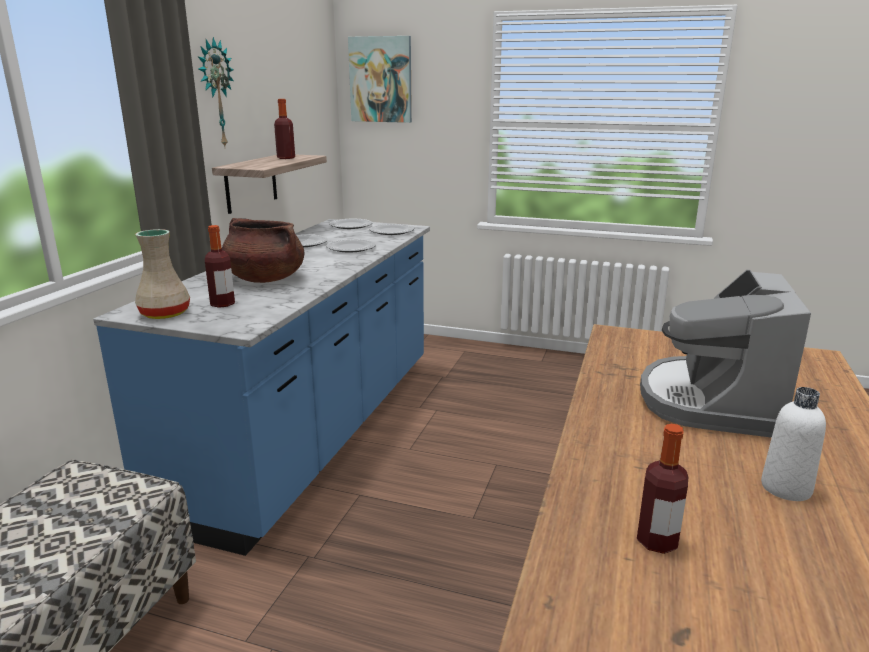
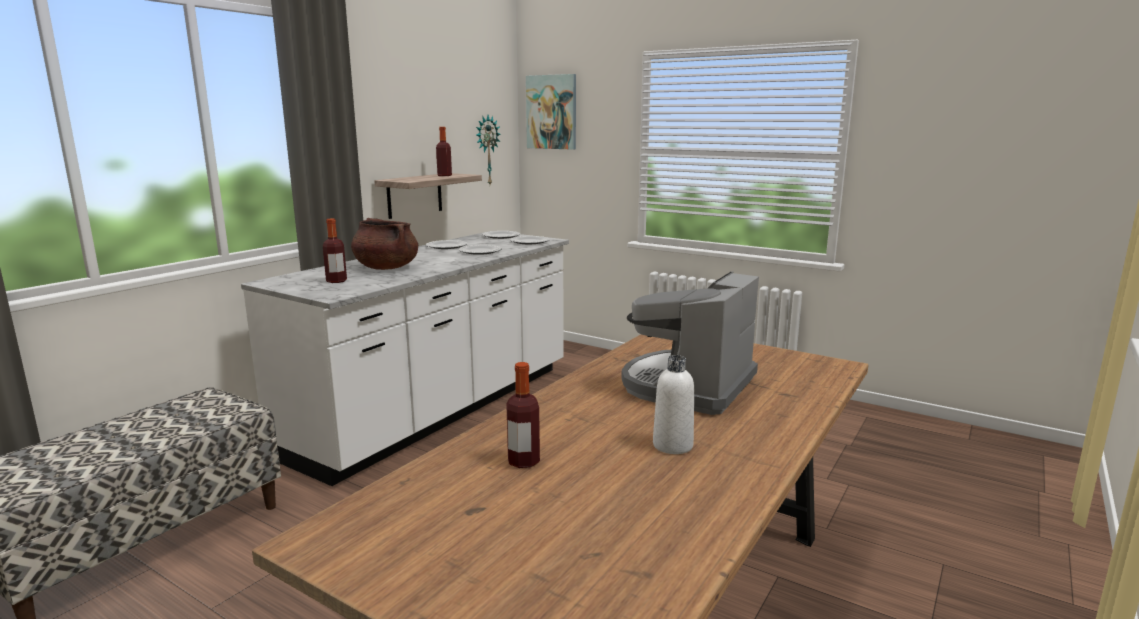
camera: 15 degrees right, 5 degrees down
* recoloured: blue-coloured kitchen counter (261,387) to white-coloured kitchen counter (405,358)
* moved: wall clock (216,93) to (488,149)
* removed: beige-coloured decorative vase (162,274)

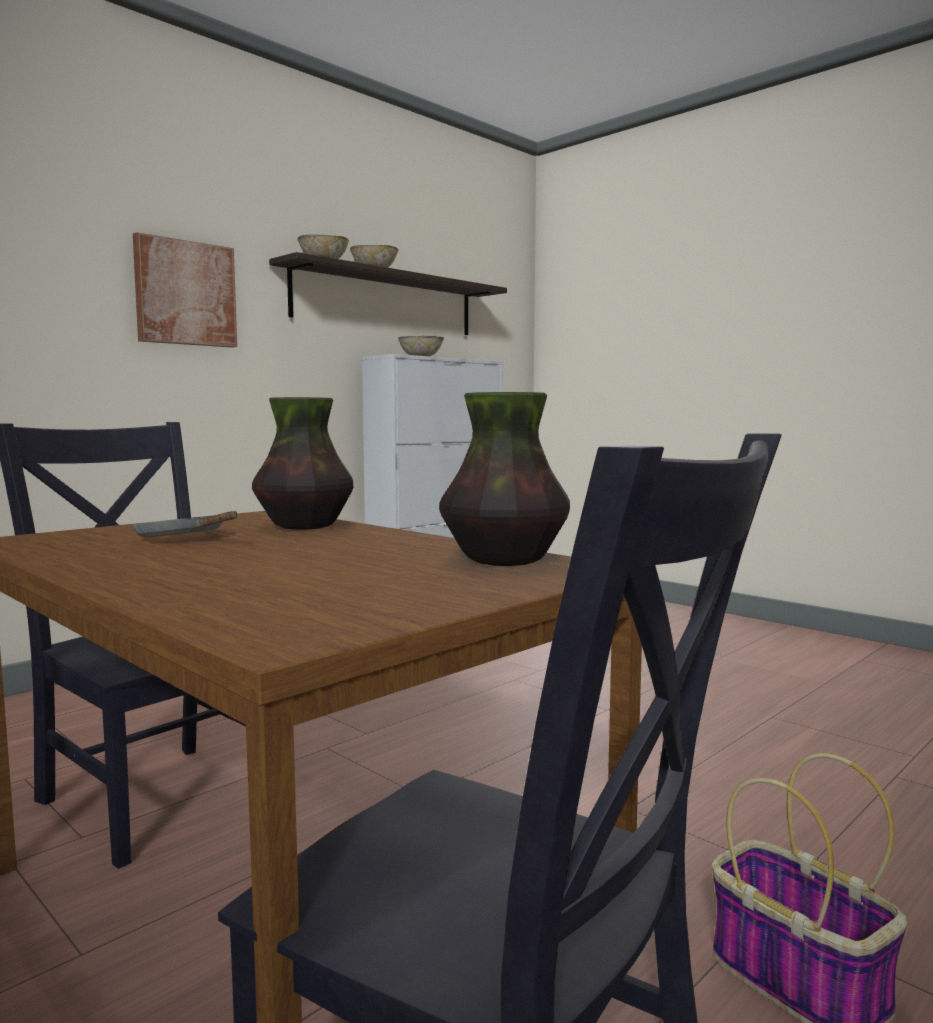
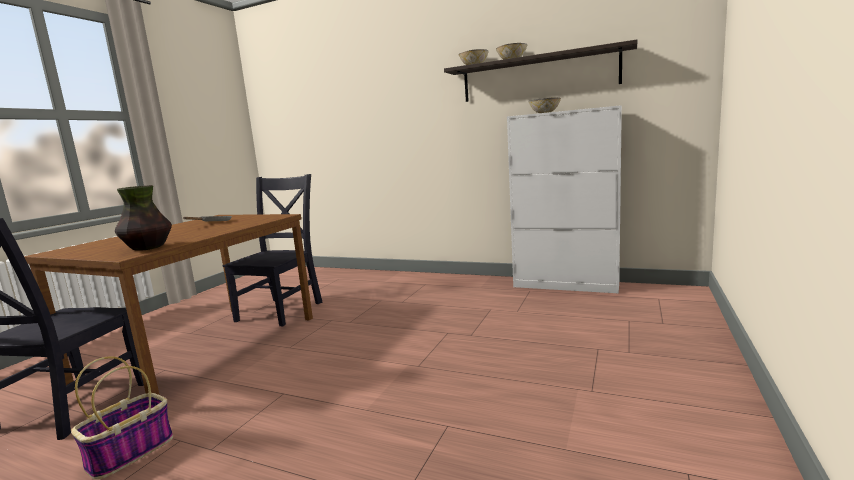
camera: 70 degrees right, 5 degrees up
* removed: wall art (185,290)
* removed: decorative vase (302,463)

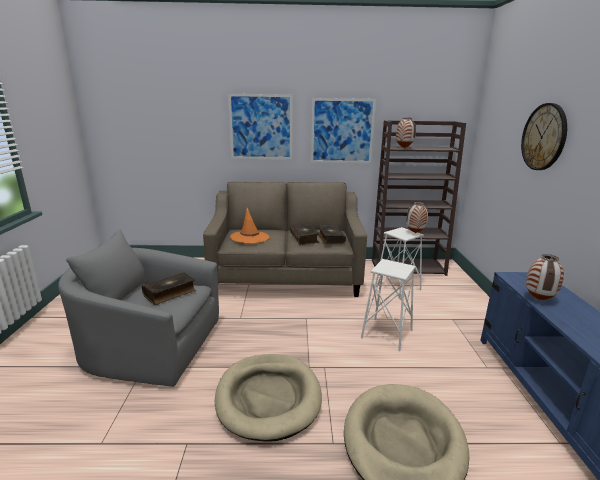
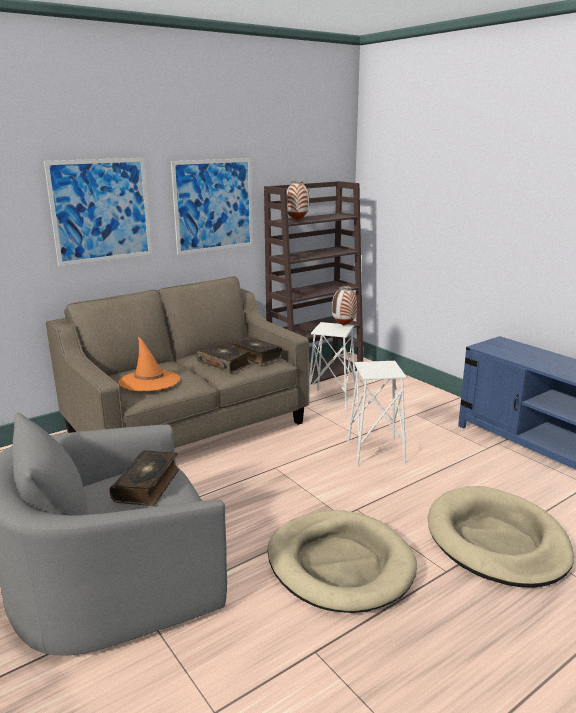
camera: 35 degrees left, 0 degrees up
* removed: wall clock (544,136)
* removed: decorative vase (545,277)

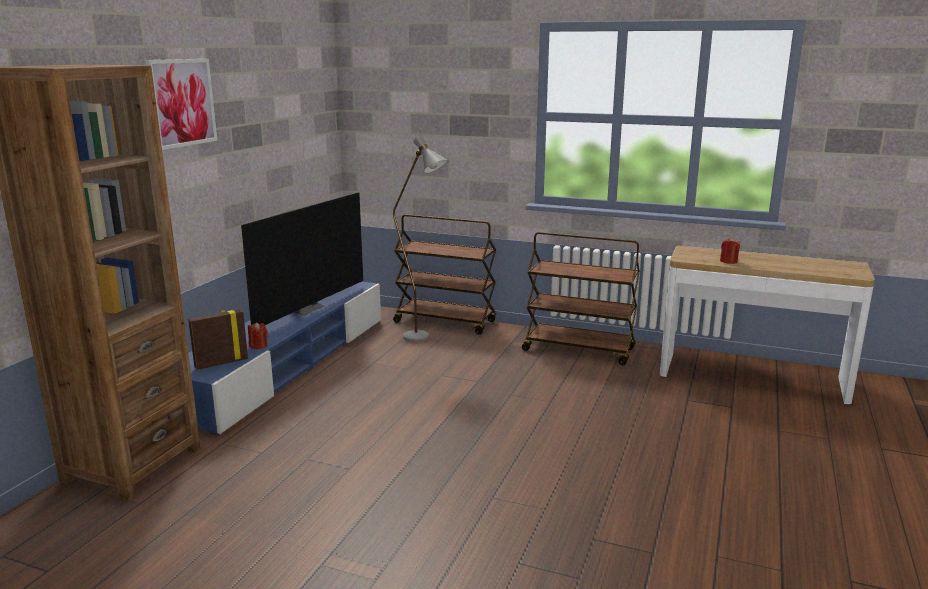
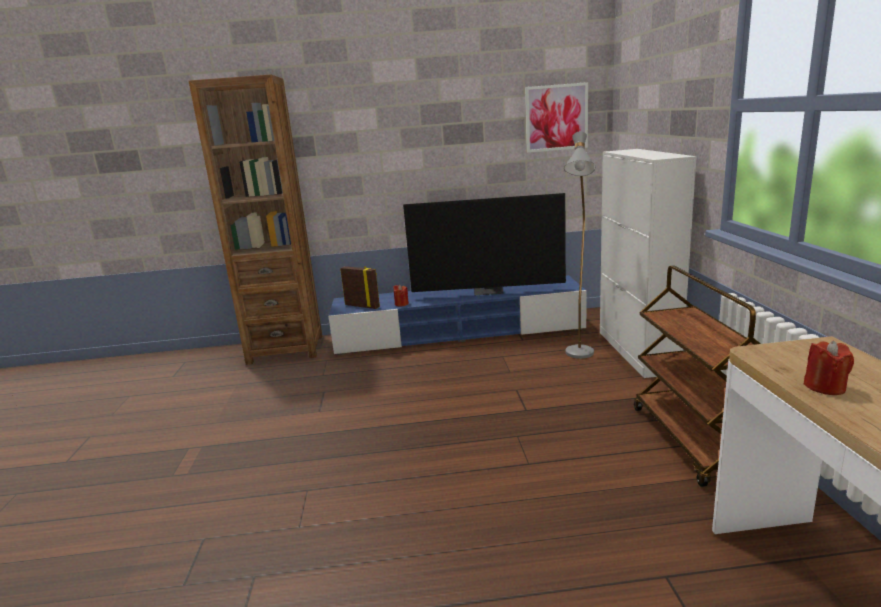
camera: 65 degrees right, 0 degrees up
* moved: wall art (181,104) to (556,117)
* replaced: brown wheeled cart (444,274) to white-coloured cabinet (648,263)

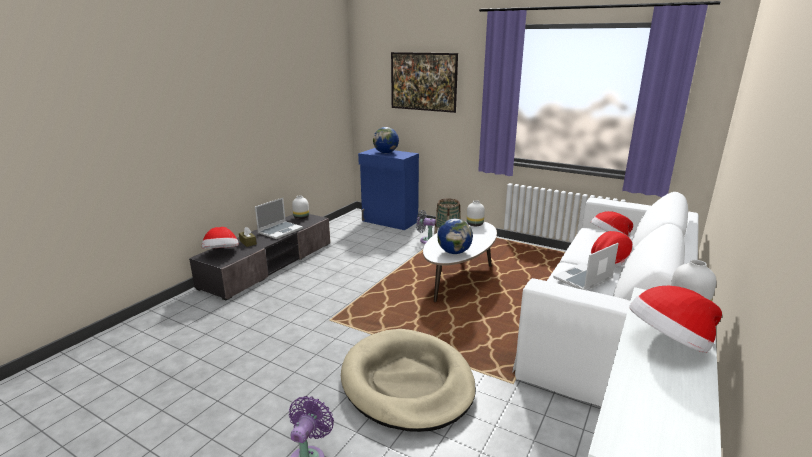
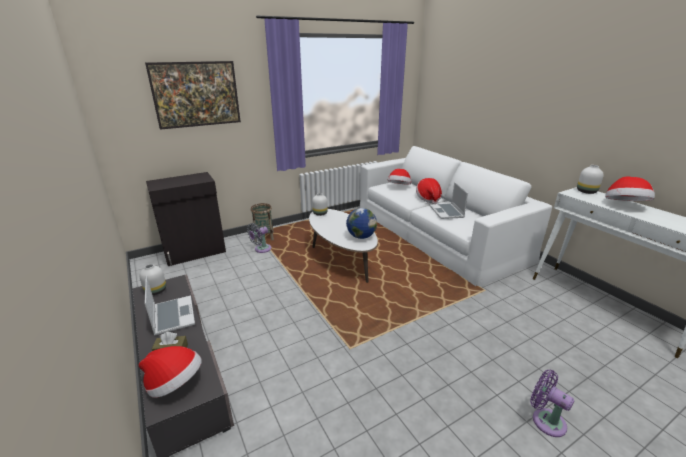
camera: 60 degrees left, 5 degrees up
* recoloured: blue-coloured cabinet (388,189) to black cabinet (186,219)
* removed: beige-coloured pet bed (408,380)
* removed: world globe (386,140)

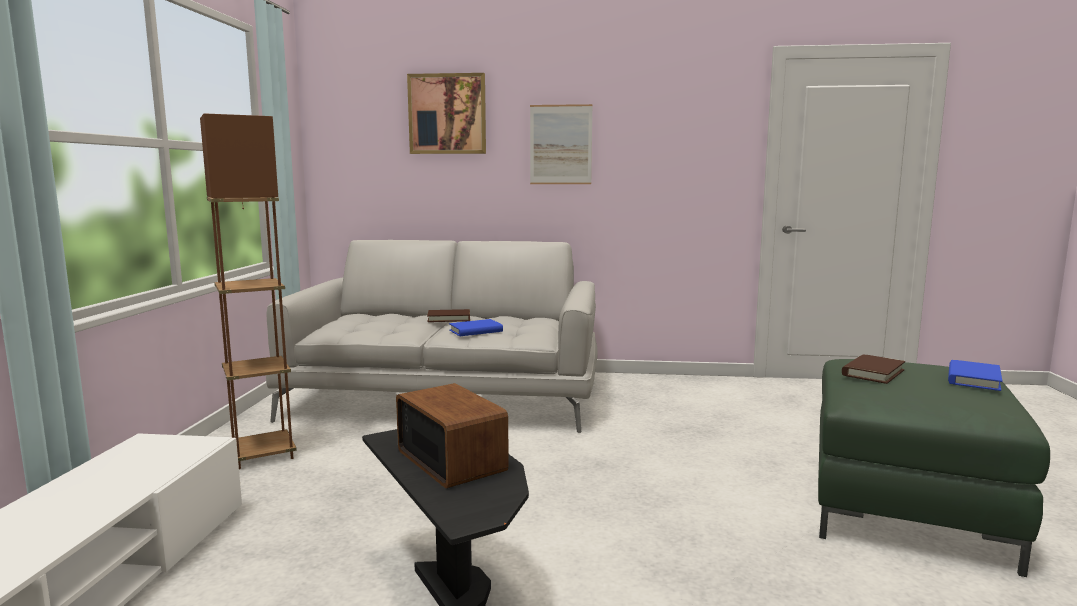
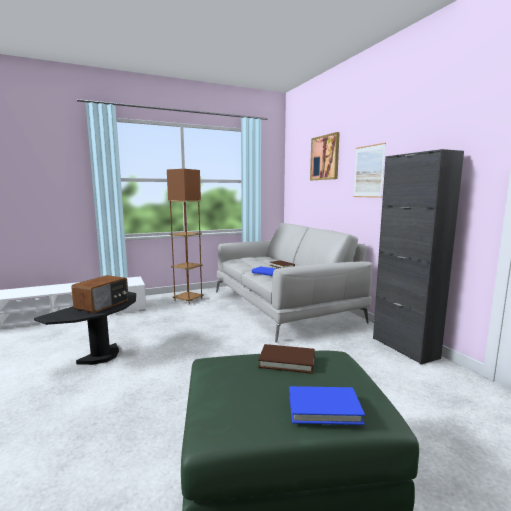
camera: 60 degrees right, 0 degrees up
* added: black cabinet (418,257)

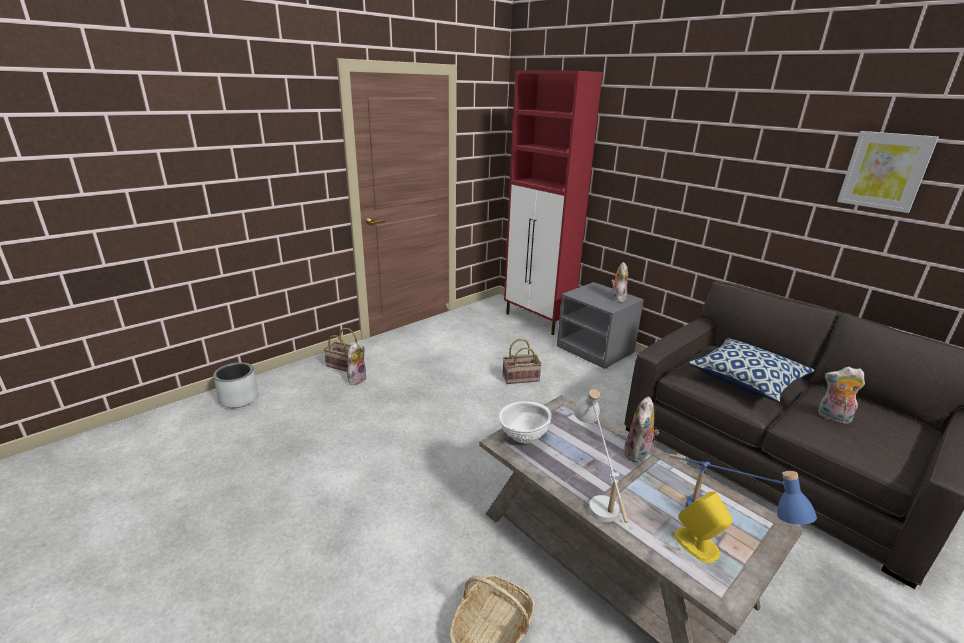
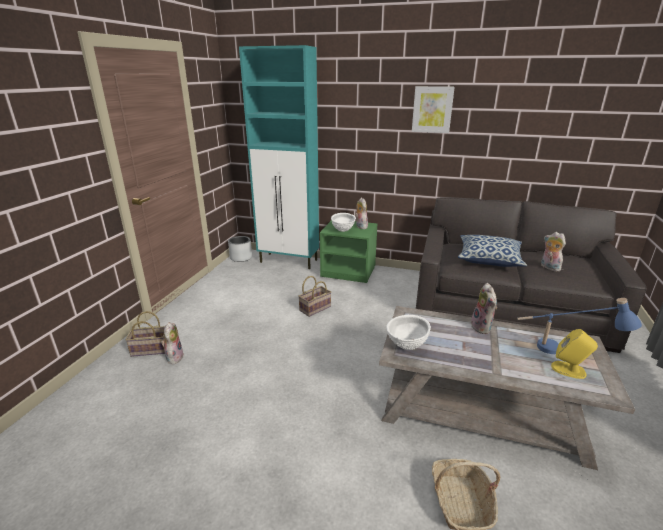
camera: 30 degrees left, 0 degrees up
* moved: grey flower pot (236,385) to (240,249)
* recoloured: red-coloured cabinet (553,202) to turquoise-coloured cabinet (279,157)
* recoloured: grey night table (600,325) to green-coloured night table (349,251)
* added: white-coloured bowl (343,222)
* moved: wall art (888,172) to (433,109)
* turned: cuddly toy (841,395) = (553,251) 60 degrees clockwise
* removed: white-coloured table lamp (600,456)

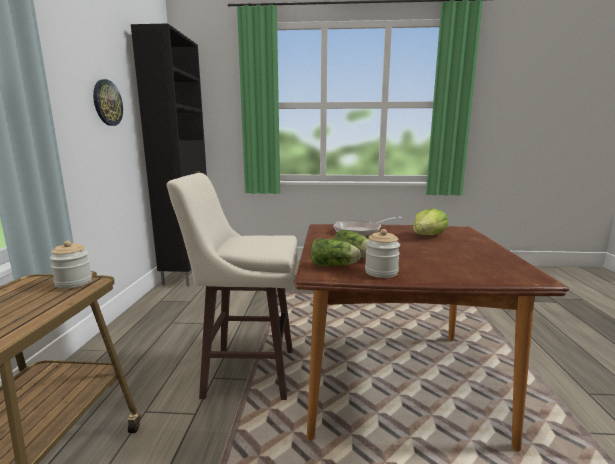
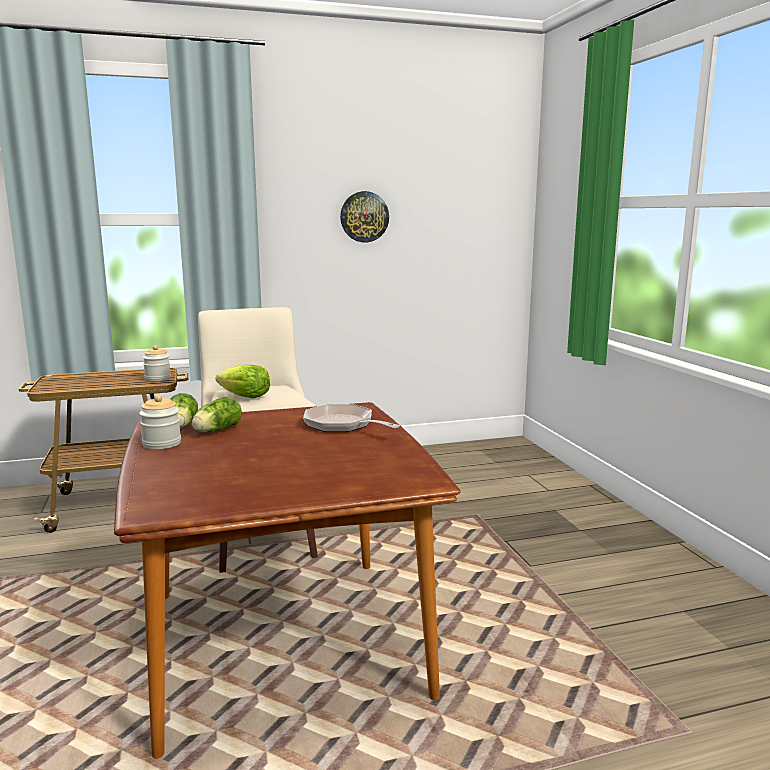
camera: 70 degrees right, 0 degrees up
* moved: lettuce (430,221) to (243,381)
* removed: black cabinet (169,155)

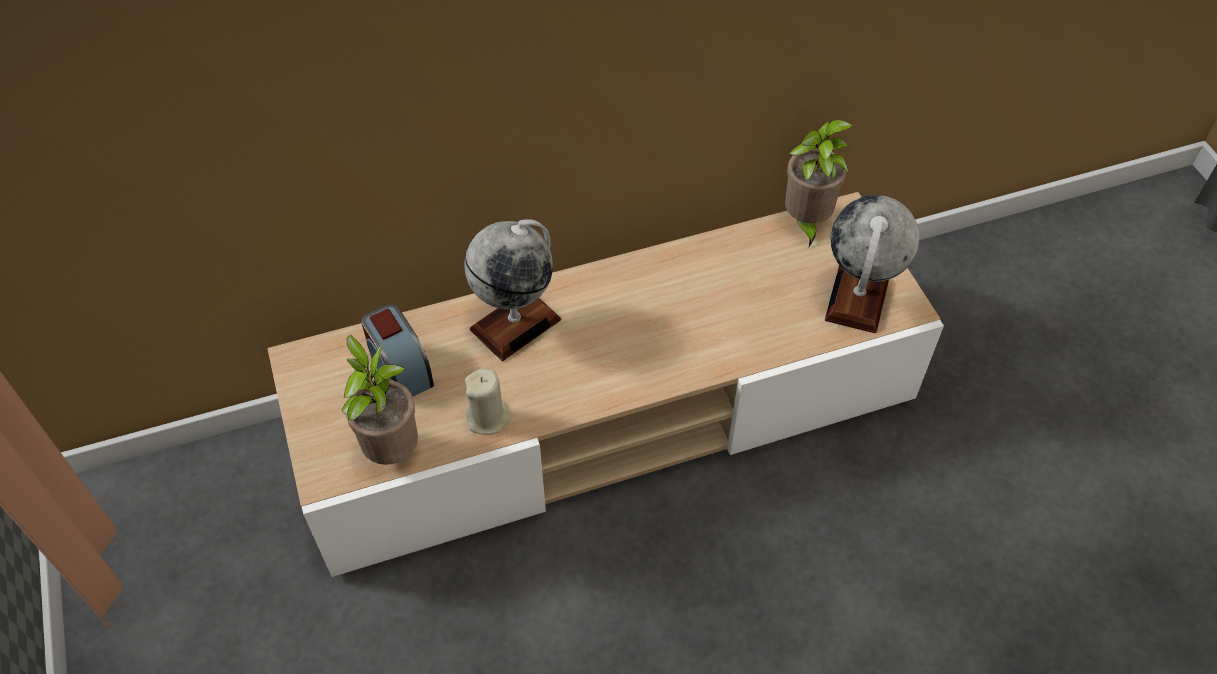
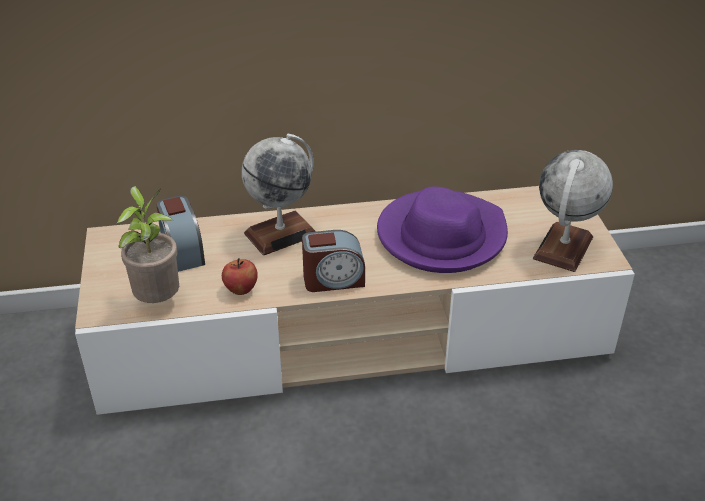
camera: 10 degrees right, 15 degrees down
* replaced: beige-coloured wax candle (487,402) to apple (240,276)
* added: alarm clock (333,261)
* added: purple-coloured clothing hat (442,230)
* removed: houseplant (819,183)

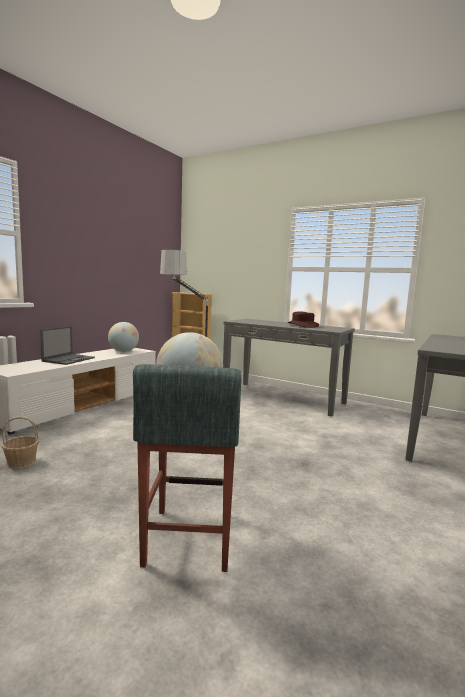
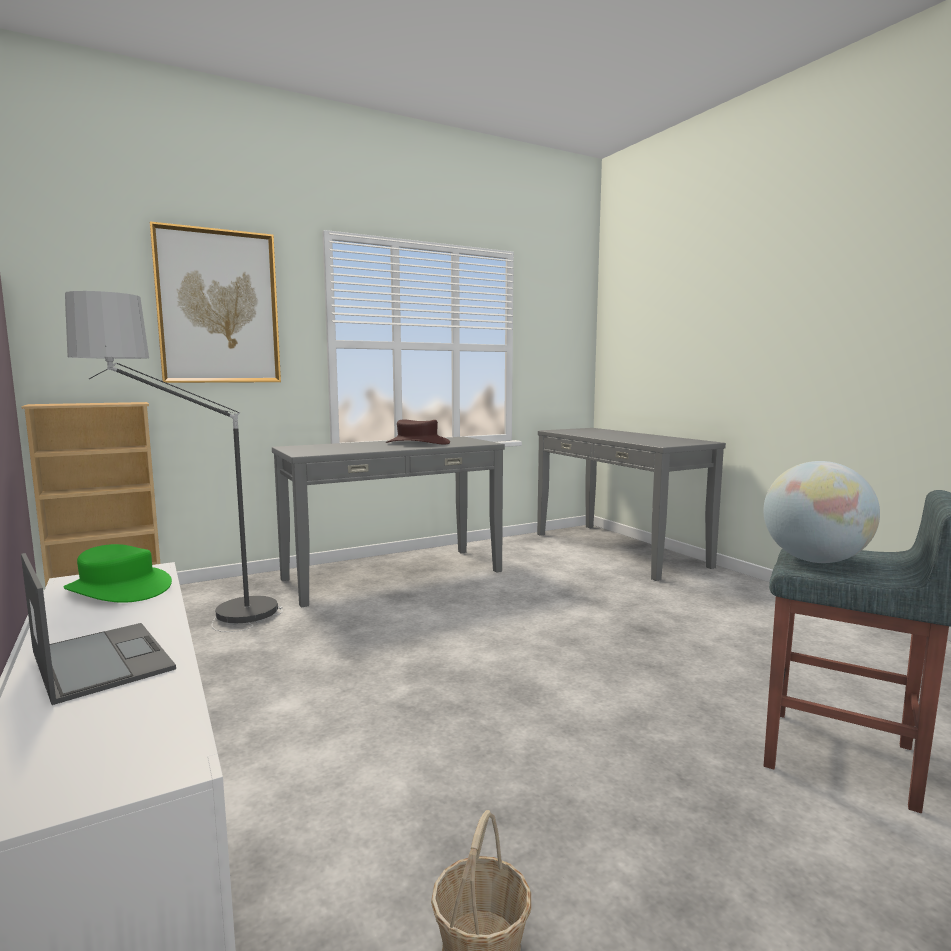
camera: 60 degrees left, 0 degrees up
* replaced: world globe (123,337) to green-coloured clothing hat (117,573)
* added: wall art (215,302)

